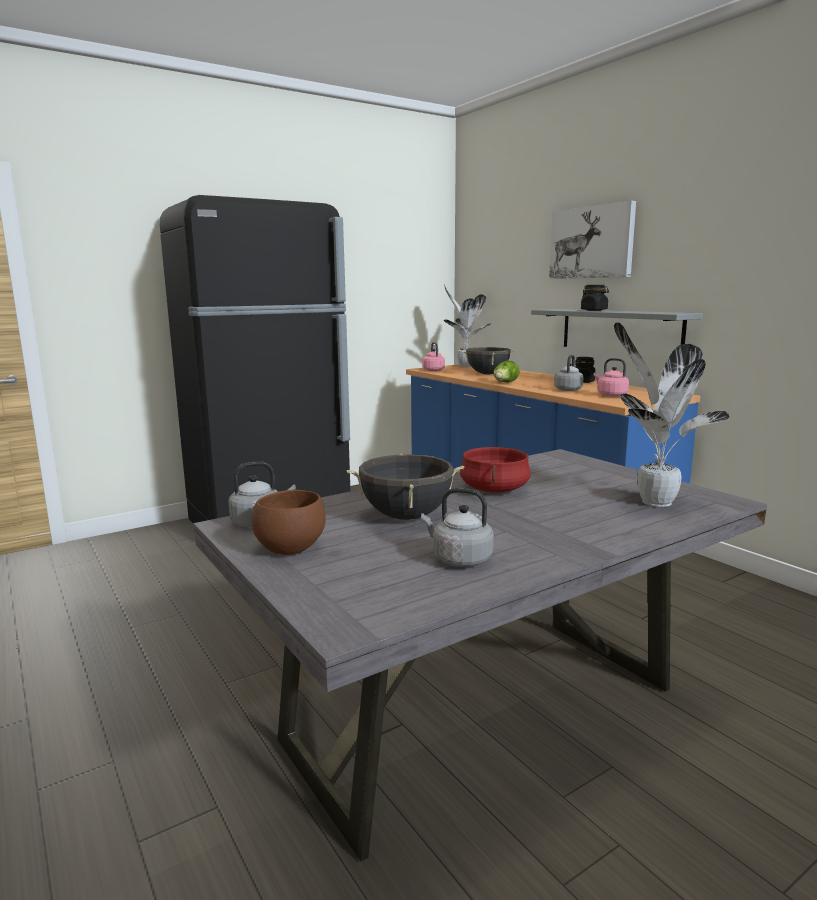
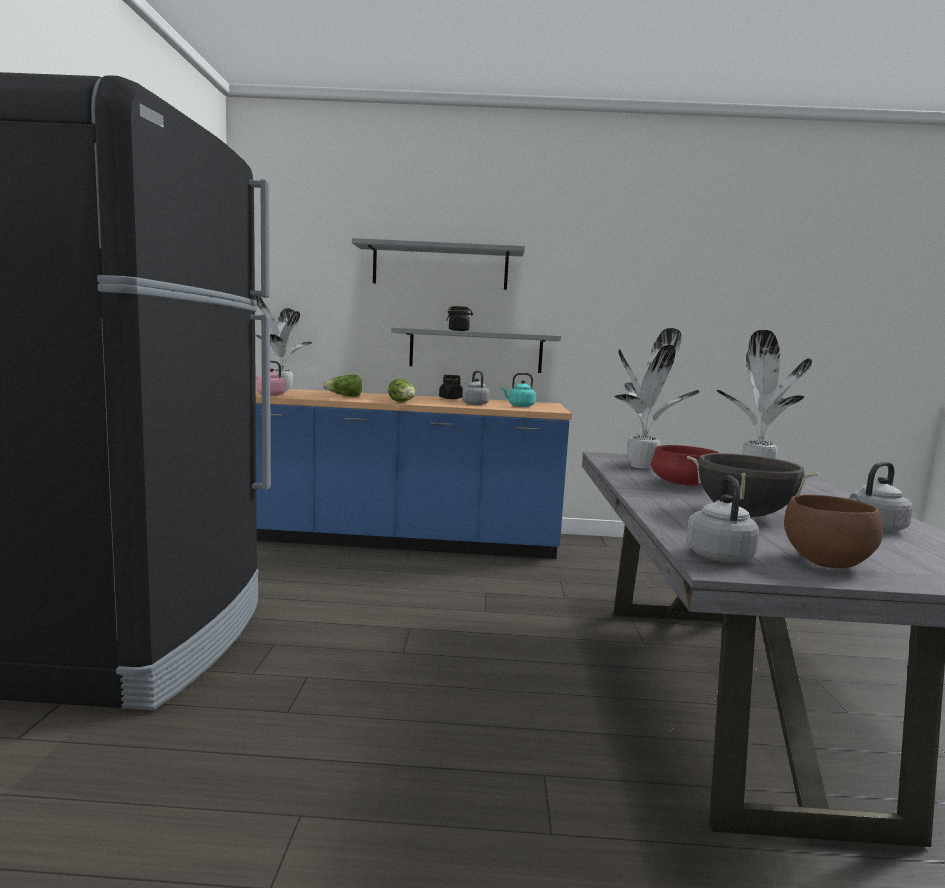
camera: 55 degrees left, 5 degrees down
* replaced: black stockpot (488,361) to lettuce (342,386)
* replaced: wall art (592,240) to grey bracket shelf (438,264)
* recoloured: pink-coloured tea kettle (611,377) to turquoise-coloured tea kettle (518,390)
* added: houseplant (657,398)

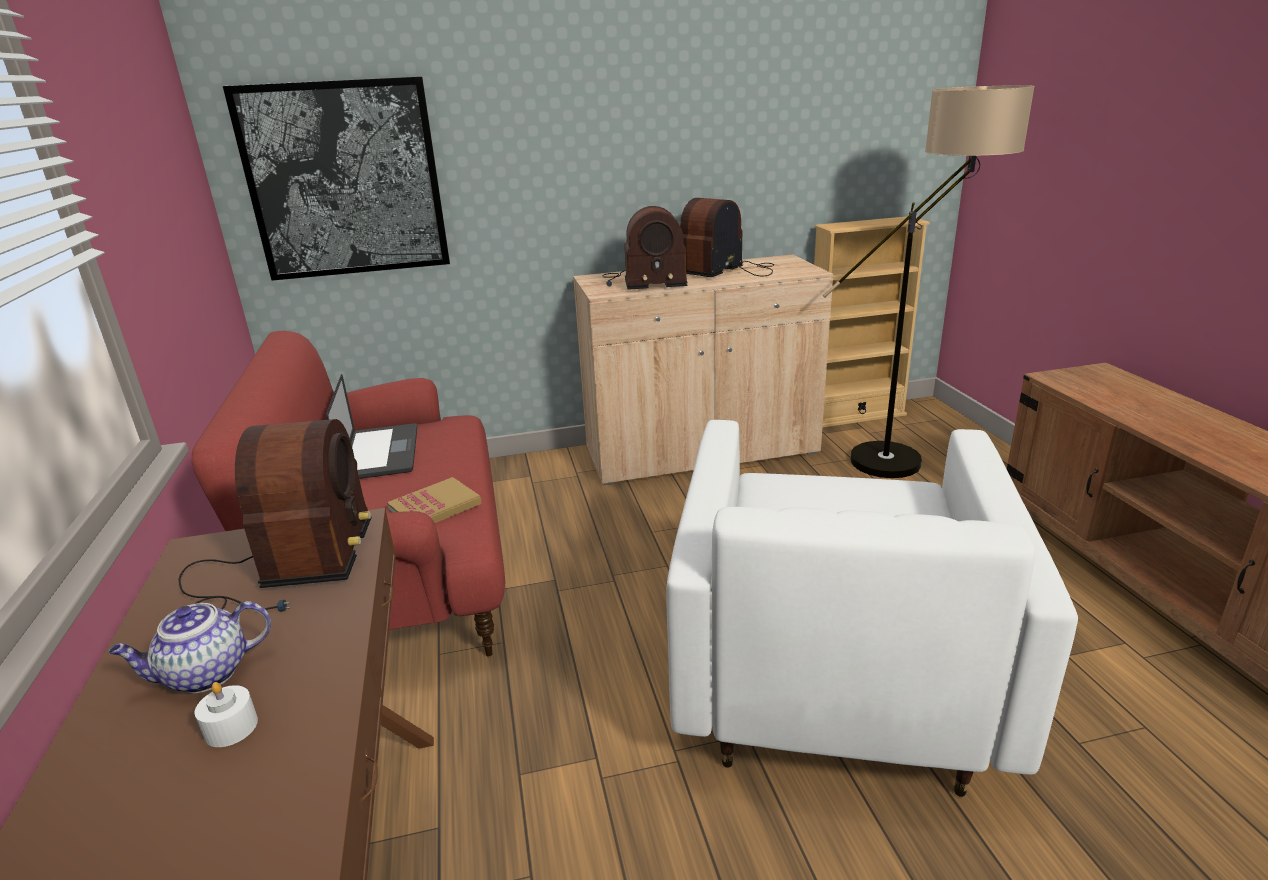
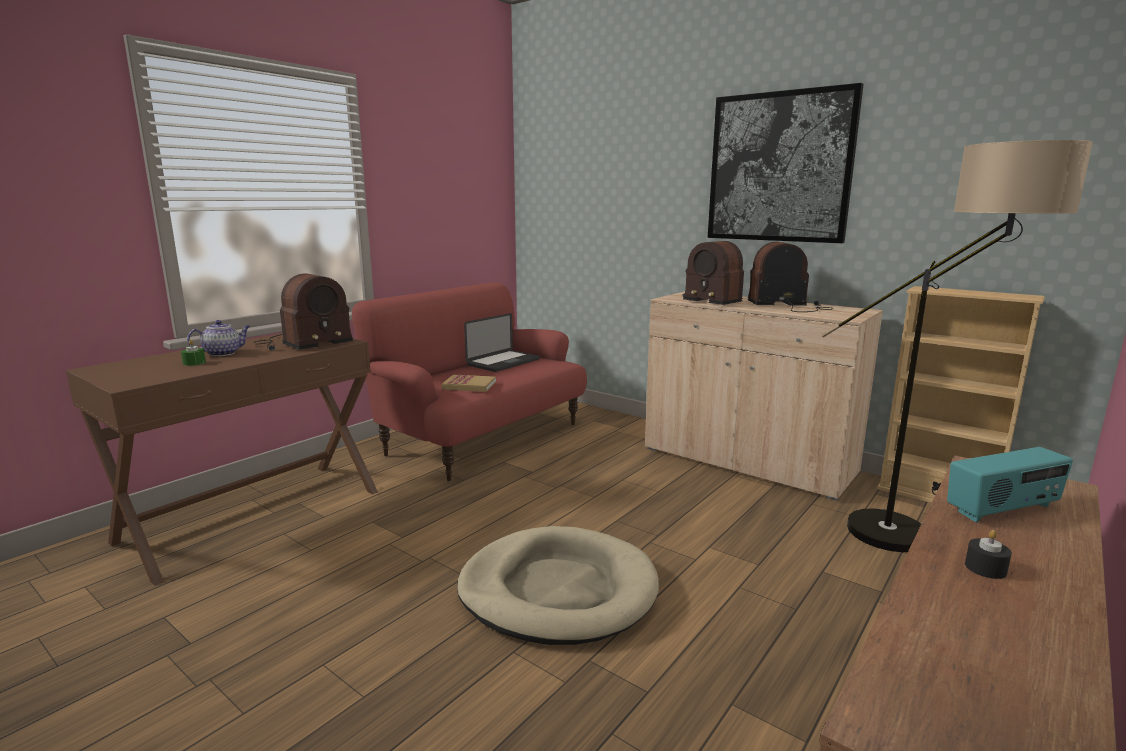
camera: 50 degrees right, 10 degrees down
* recoloured: white-coloured wax candle (226,714) to green-coloured wax candle (193,353)
* turned: pot for tea (189,647) = (218,338) 120 degrees clockwise
* replaced: white-coloured easy chair (872,608) to beige-coloured pet bed (558,585)
* moved: wall art (336,178) to (786,163)
* added: radio set (1010,484)
* added: black wax candle (988,554)

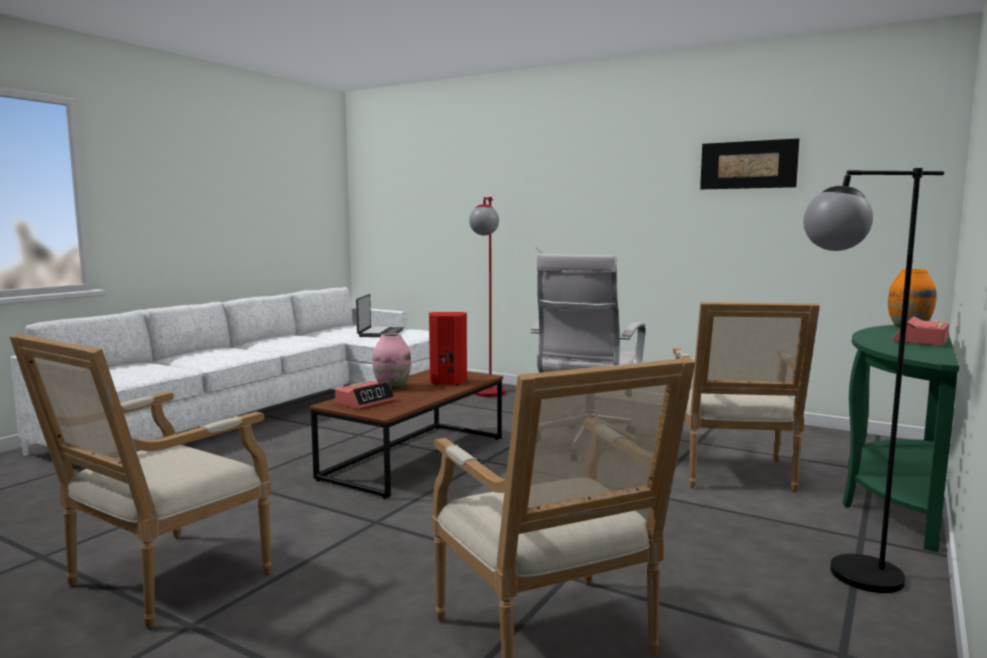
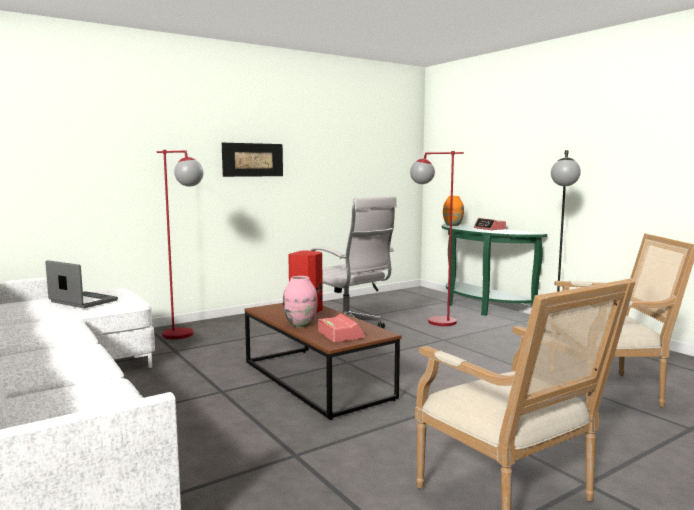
camera: 65 degrees left, 0 degrees up
* moved: wall art (749,163) to (252,160)
* replaced: easy chair (746,397) to red-coloured floor lamp (437,238)

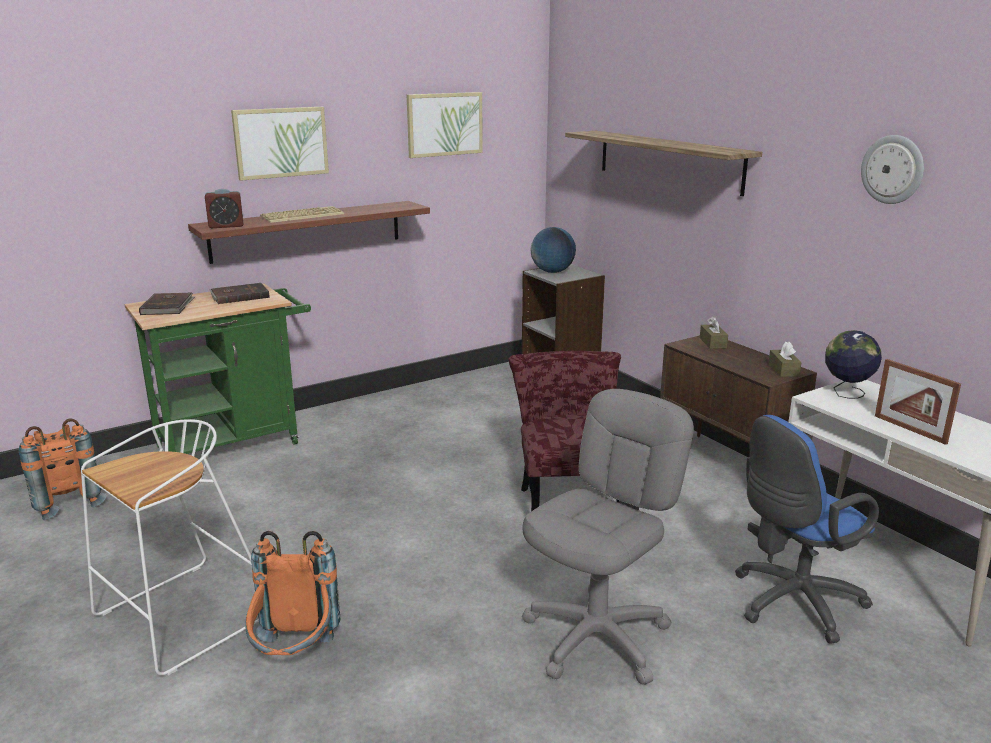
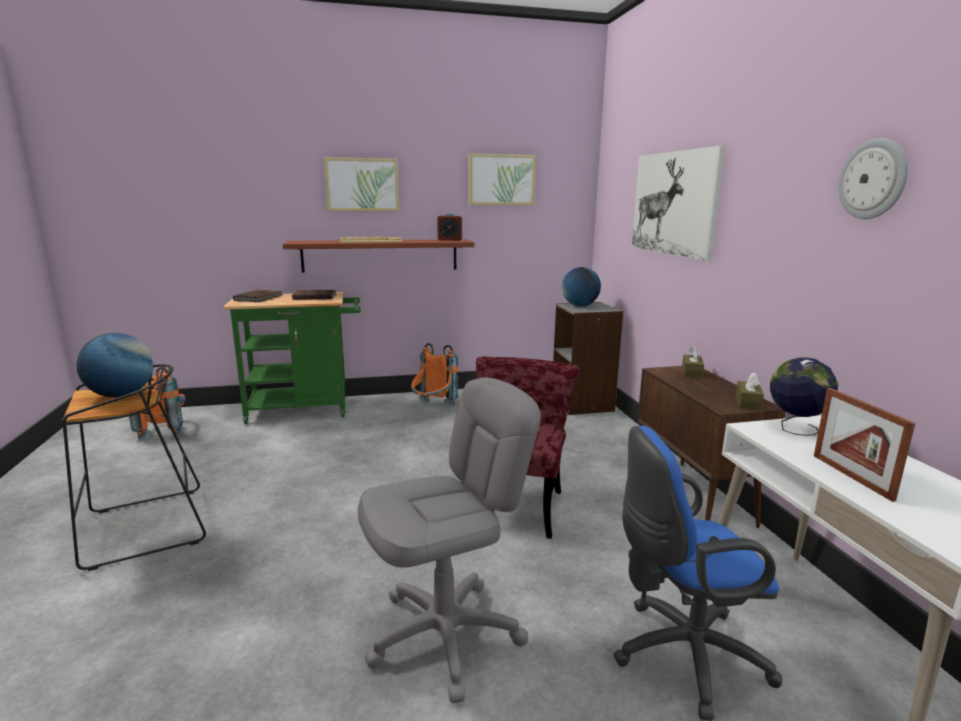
camera: 20 degrees right, 5 degrees down
* recoloured: white-coloured stool (170,547) to black stool (134,467)
* added: world globe (115,365)
* moved: orangey knapsack (292,593) to (434,374)
* moved: alarm clock (224,208) to (449,227)
* replaced: bracket shelf (663,163) to wall art (678,203)

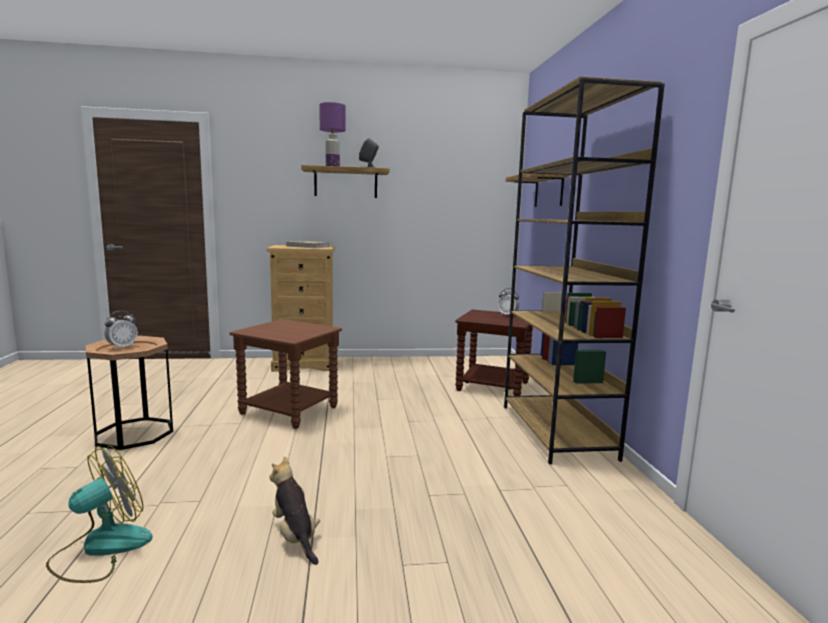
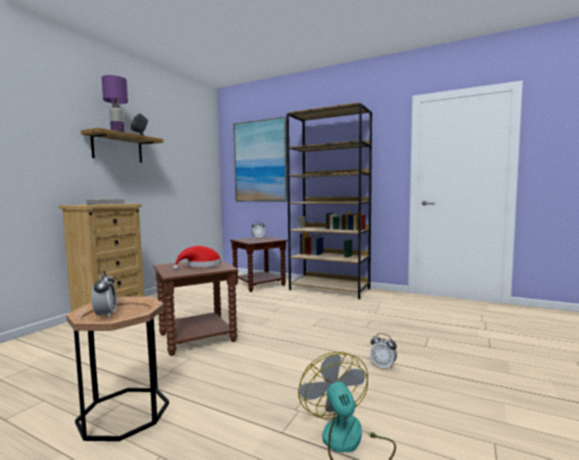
camera: 55 degrees left, 5 degrees down
* added: red-coloured clothing hat (197,258)
* replaced: bracket shelf (537,190) to wall art (260,159)
* replaced: cuddly toy (294,510) to alarm clock (383,351)

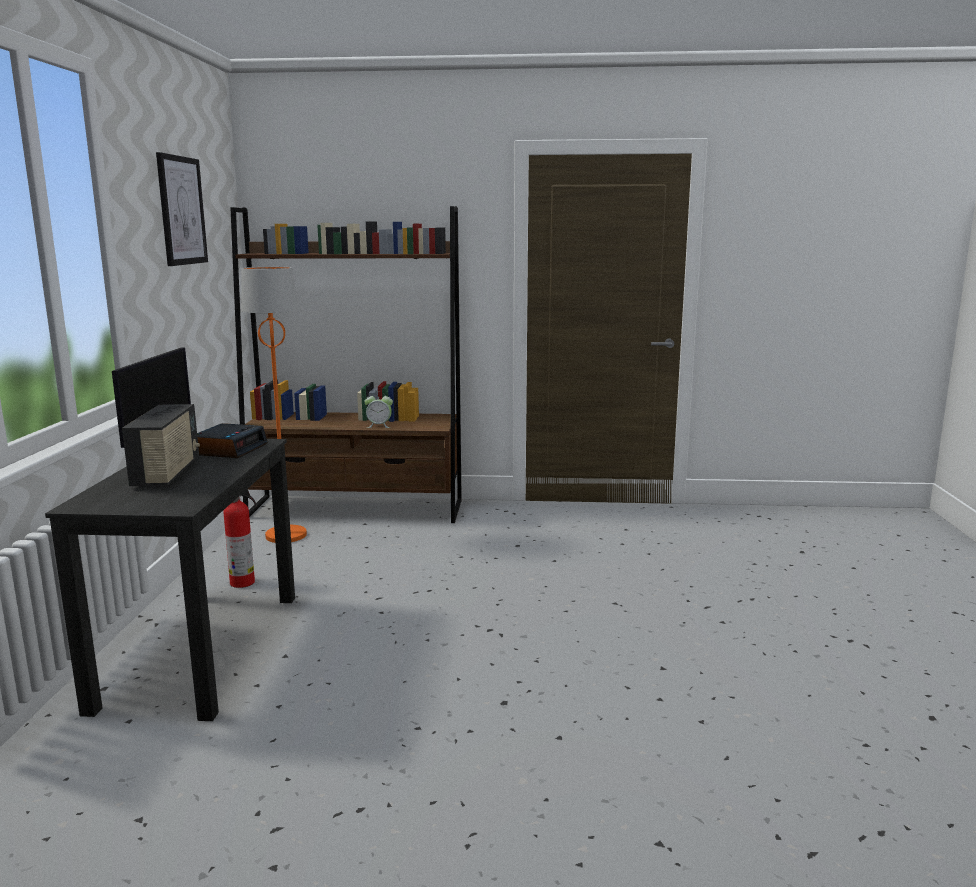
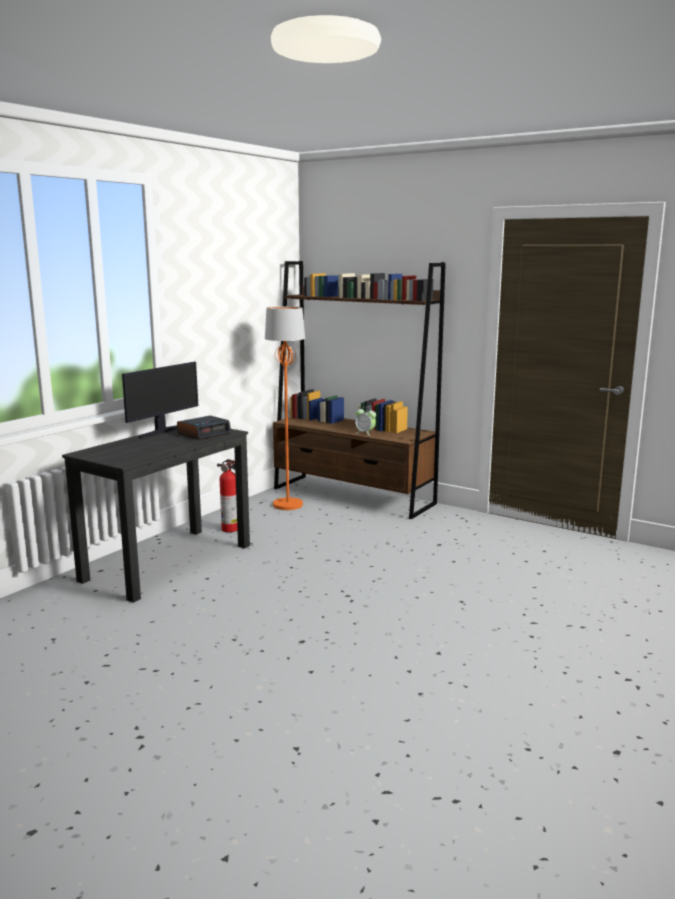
camera: 30 degrees right, 0 degrees up
* removed: radio set (161,445)
* removed: wall art (182,209)

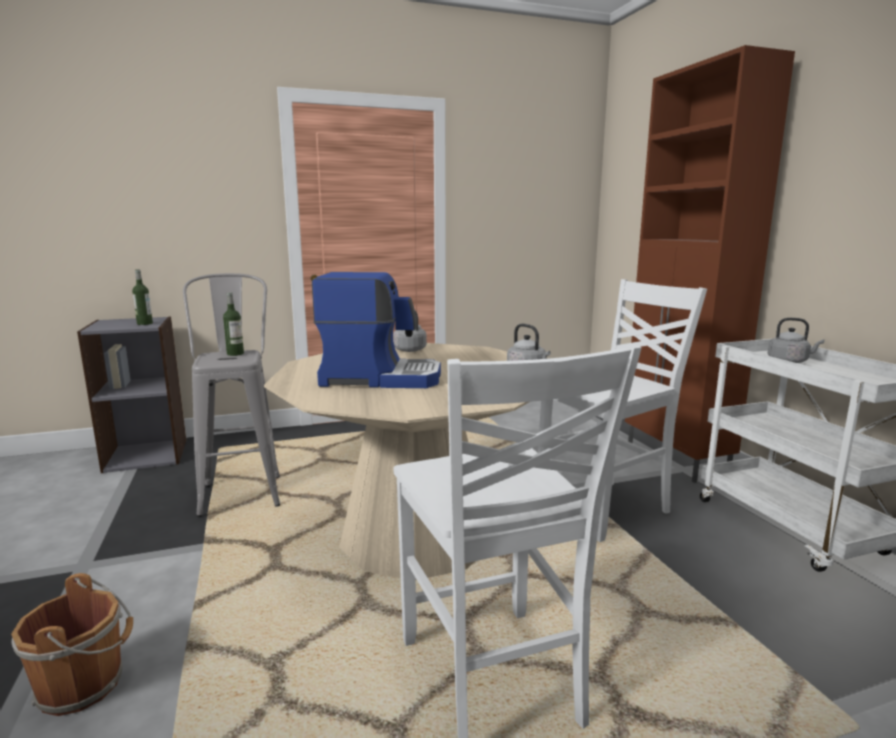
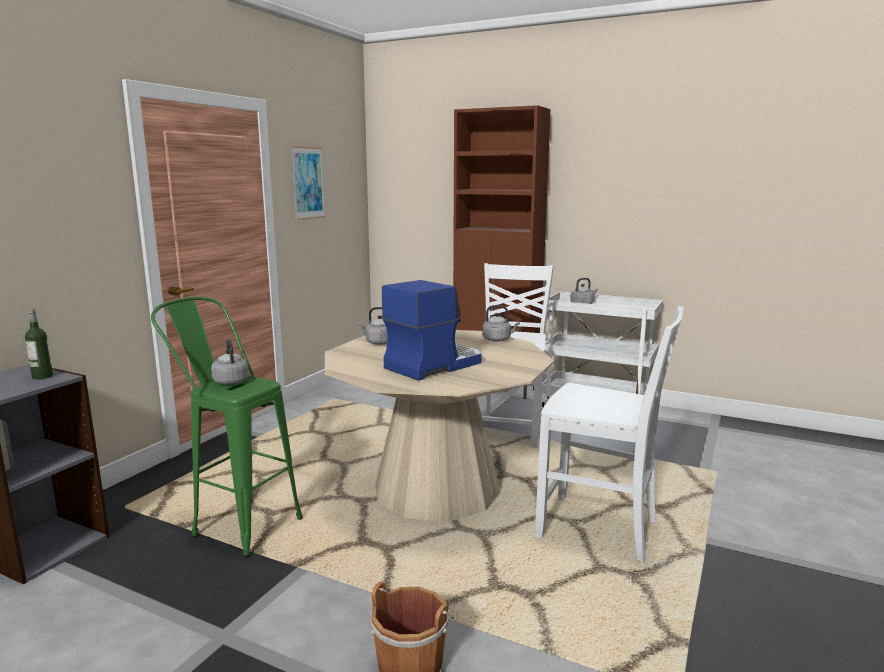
camera: 45 degrees left, 0 degrees up
* recoloured: grey stool (231,395) to green-coloured stool (227,427)
* replaced: bottle (233,324) to grey tea kettle (230,362)
* added: wall art (308,183)

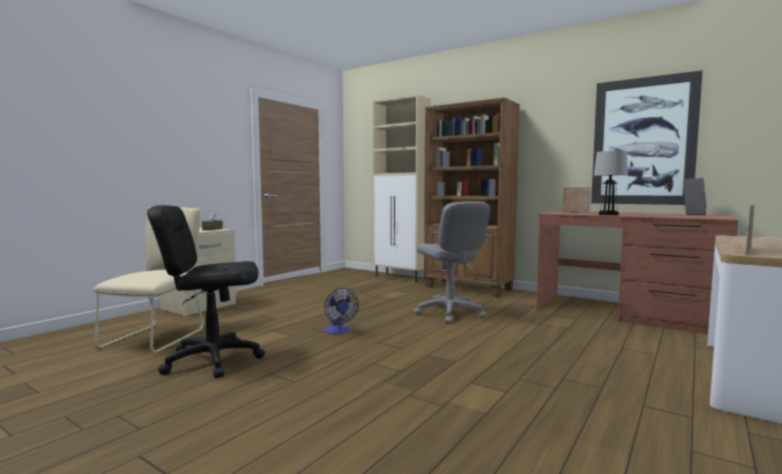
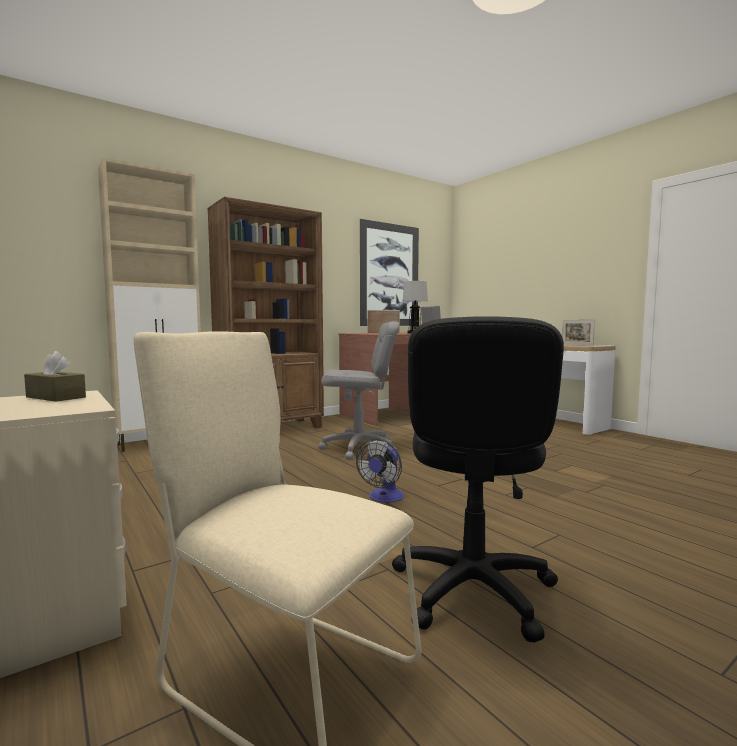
camera: 70 degrees left, 0 degrees up
* turned: electric fan (341,311) = (380,471) 120 degrees clockwise

